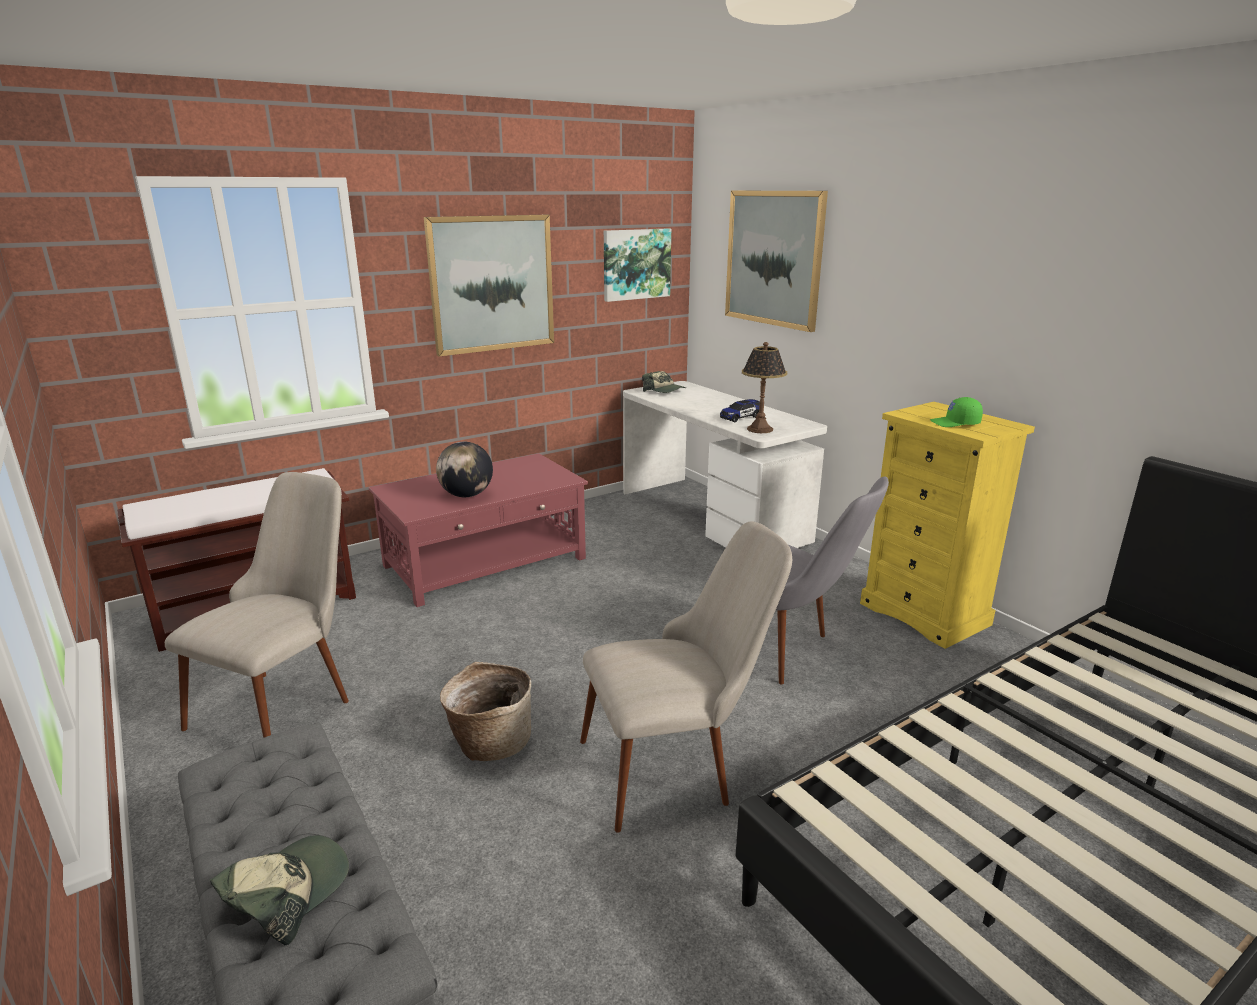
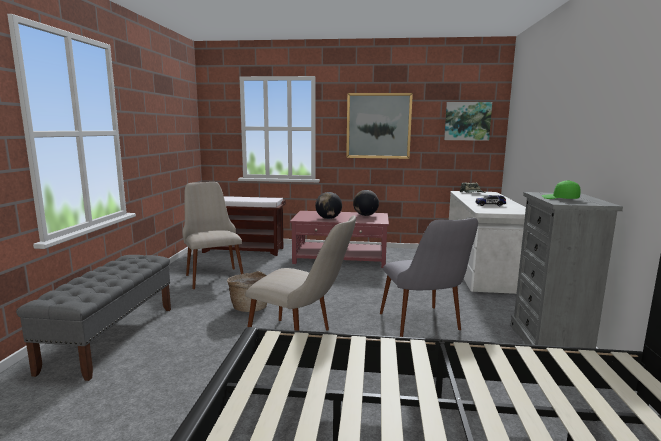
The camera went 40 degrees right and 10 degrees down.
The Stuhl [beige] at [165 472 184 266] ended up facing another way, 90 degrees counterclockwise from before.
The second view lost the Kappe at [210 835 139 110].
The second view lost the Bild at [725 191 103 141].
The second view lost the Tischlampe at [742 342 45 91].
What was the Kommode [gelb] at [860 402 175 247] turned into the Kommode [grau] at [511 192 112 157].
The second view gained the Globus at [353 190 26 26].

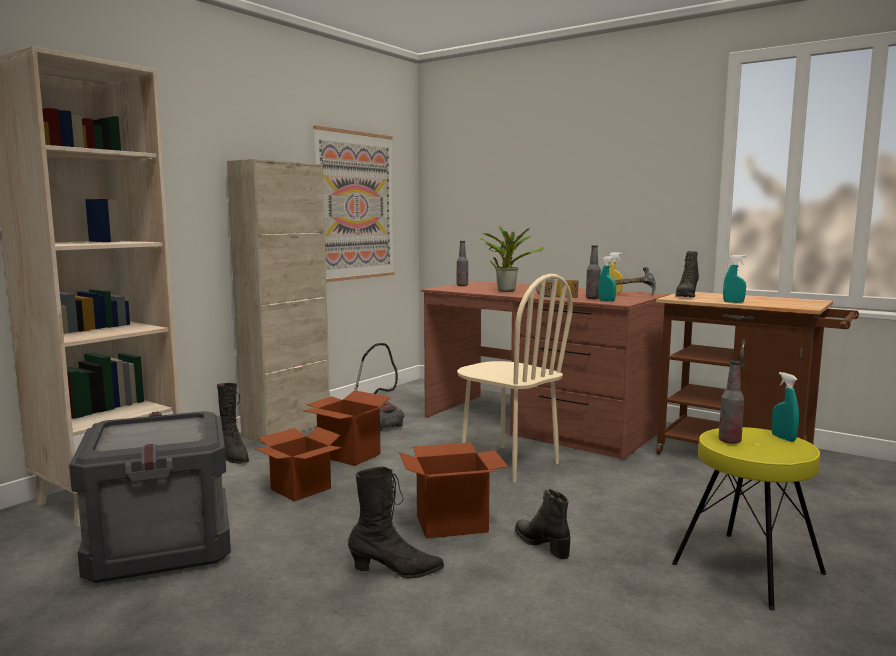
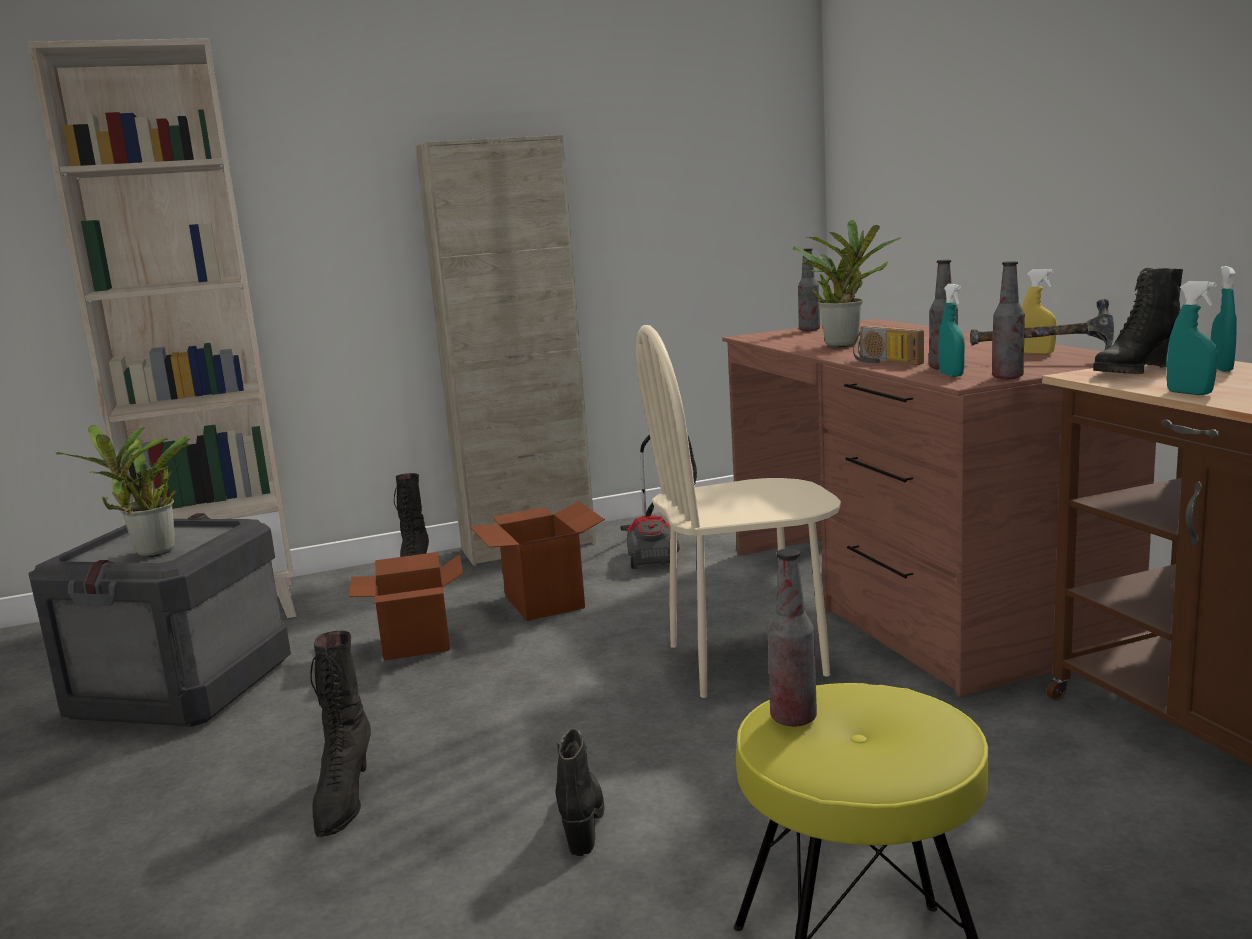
The camera went 35 degrees right and 5 degrees up.
The second view lost the Bild at [313 126 82 156].
The Stiefel [schwarz] at [348 467 96 111] ended up facing another way, 60 degrees clockwise from before.
The second view lost the Karton at [399 442 109 97].
The Stuhl [beige] at [457 274 116 209] ended up facing another way, 90 degrees clockwise from before.
The Sprühflasche [türkis] ended up elsewhere, having gone from [772 372 27 70] to [1211 266 26 106].
The second view gained the Topfpflanze at [56 425 135 132].
The second view gained the Flasche at [992 261 33 118].

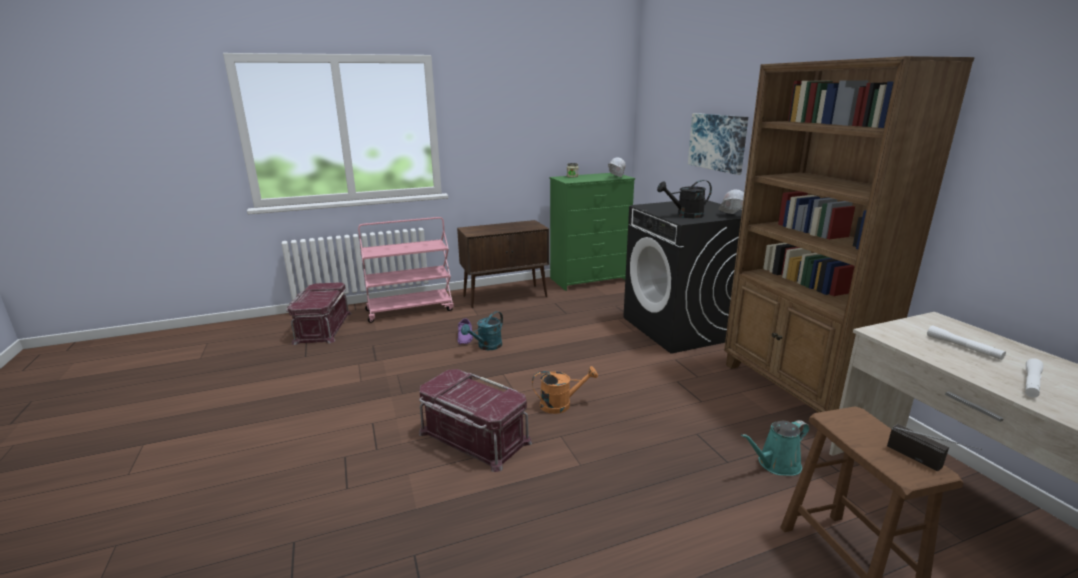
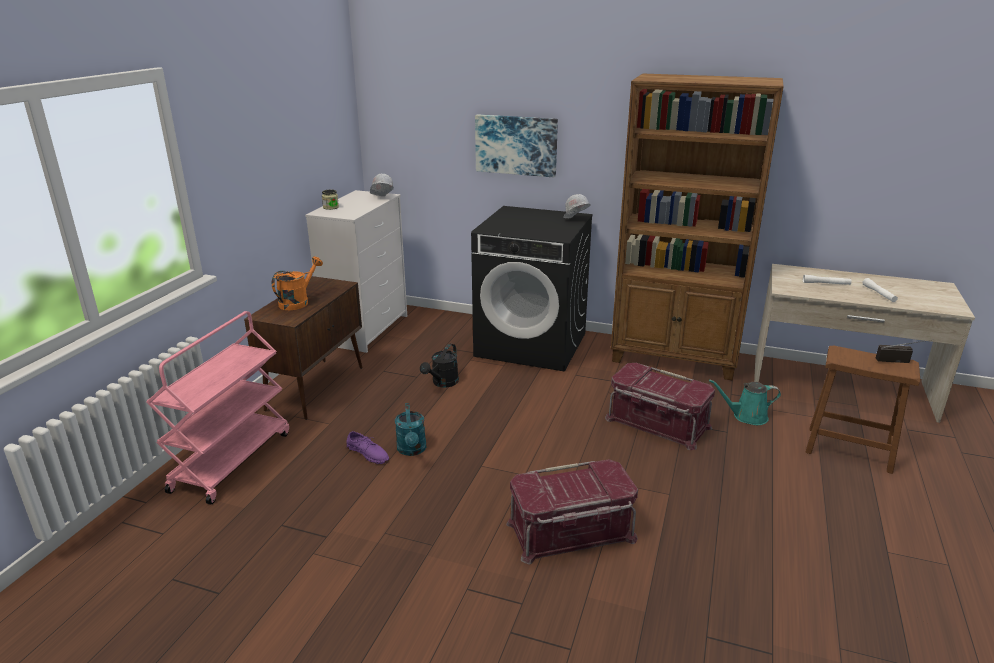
The camera went 50 degrees left and 5 degrees up.
The Aufbewahrungsbox [rot] ended up elsewhere, having gone from [286 282 66 63] to [605 363 110 87].
The Gießkanne [orange] ended up elsewhere, having gone from [532 366 66 48] to [272 256 51 54].
What was the Kommode [grün] at [549 173 86 118] turned into the Kommode [weiß] at [305 190 102 163].
The Gießkanne [schwarz] ended up elsewhere, having gone from [657 180 55 38] to [420 344 39 44].
The Gießkanne [türkis] at [741 420 68 56] ended up facing another way, 75 degrees clockwise from before.

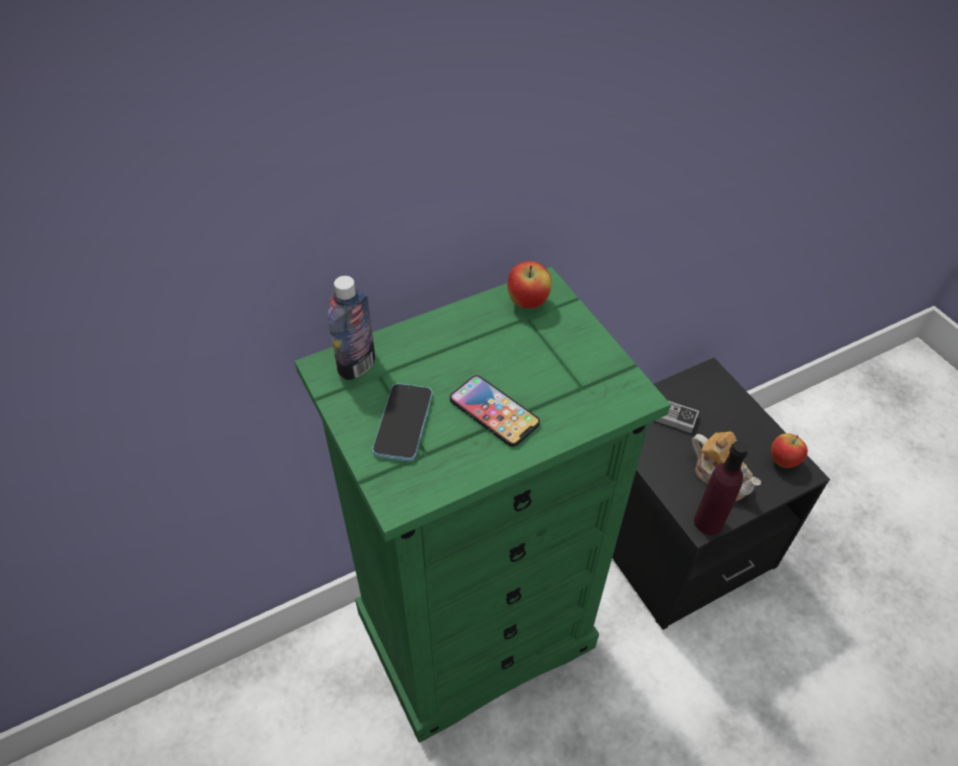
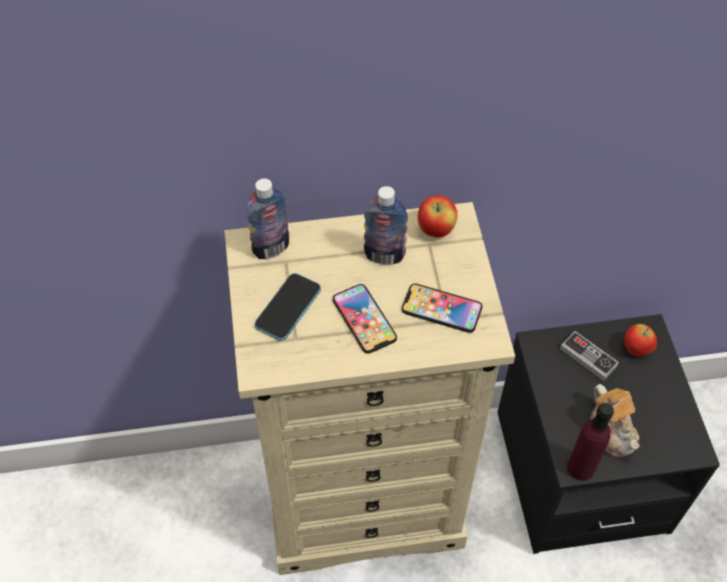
The camera went 20 degrees right and 5 degrees up.
What was the Kommode [grün] at [295 267 376 476] turned into the Kommode [beige] at [225 202 290 373].
The Apfel ended up elsewhere, having gone from [771 433 37 35] to [624 324 33 32].
The second view gained the Flasche at [364 186 44 79].
The second view gained the Handy at [402 283 80 50].

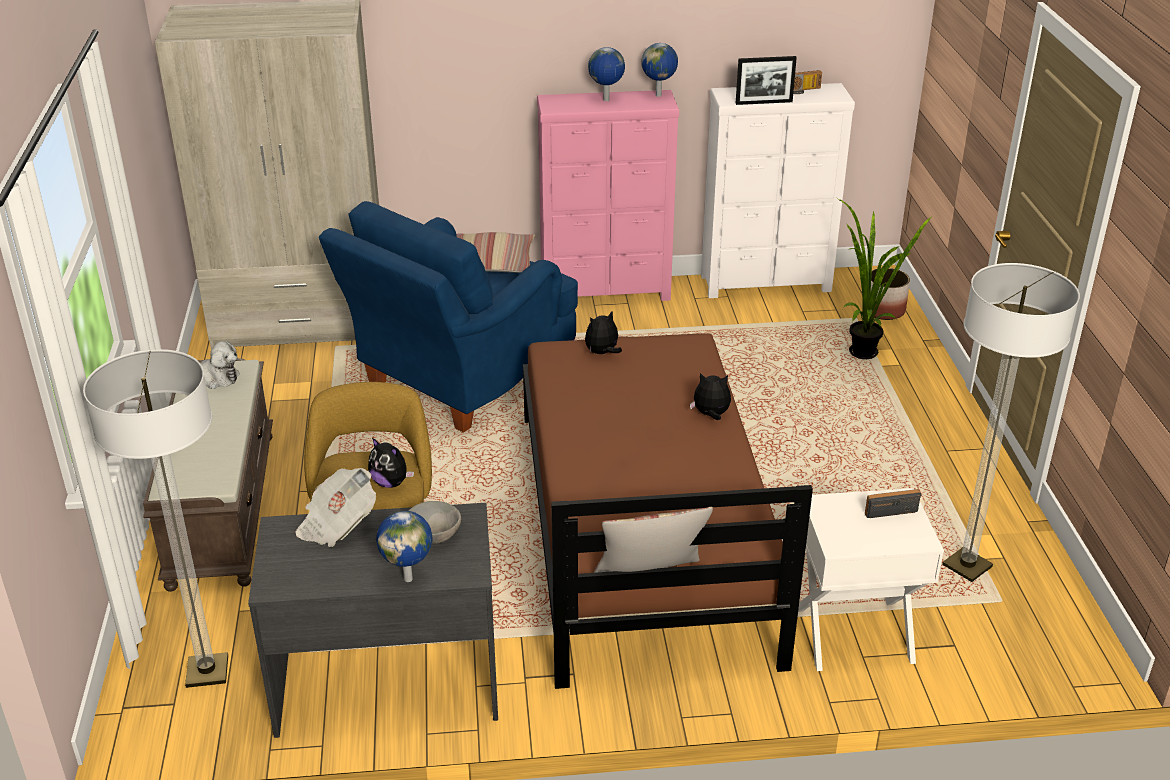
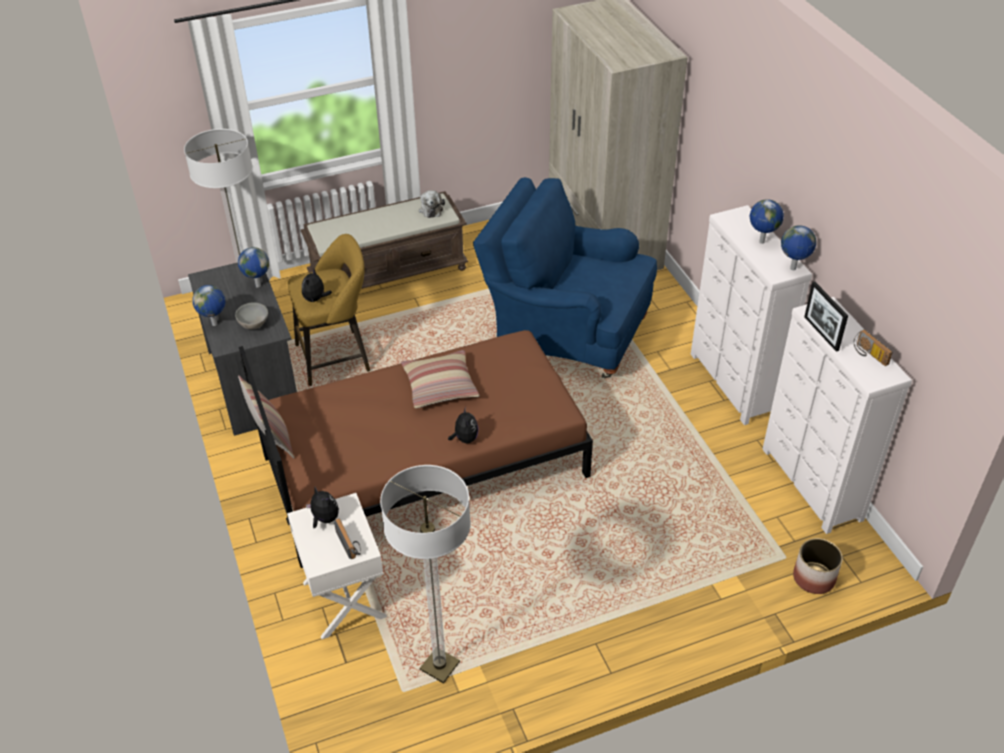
The camera went 75 degrees right and 10 degrees up.
Where the Zeitung stood at [295 468 81 79], the Globus came to stand at [238 247 31 41].
The Kissen ended up elsewhere, having gone from [456 232 79 41] to [401 350 79 58].
What was the Kommode [rosa] at [537 90 142 211] turned into the Kommode [weiß] at [691 205 121 220].
The Plüschtier ended up elsewhere, having gone from [585 312 37 42] to [306 487 33 41].
The second view lost the Topfpflanze at [837 198 95 161].

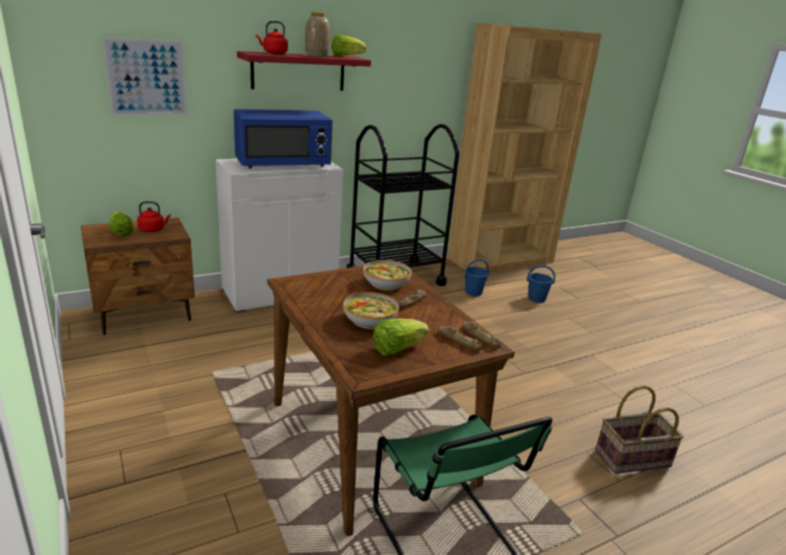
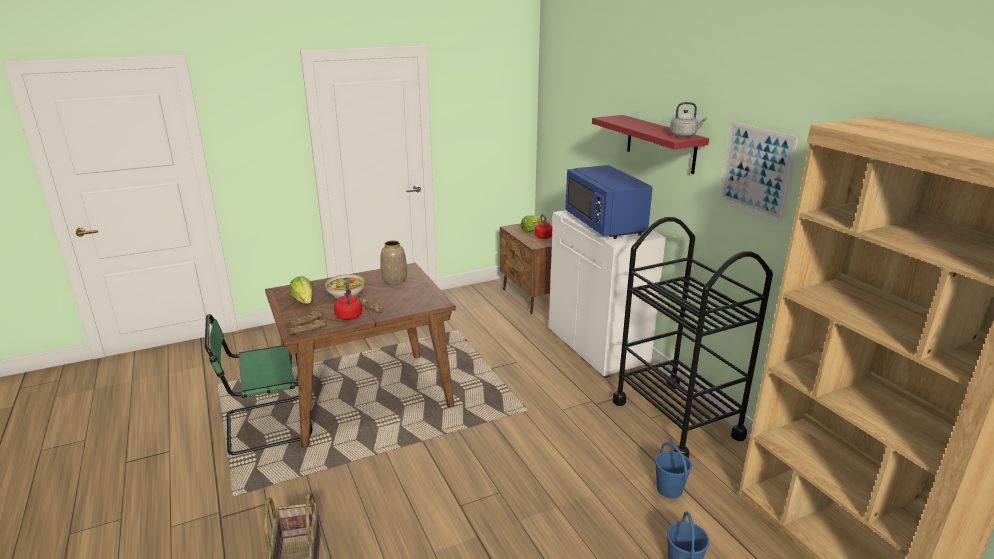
The camera went 95 degrees right and 0 degrees up.
The Bild ended up elsewhere, having gone from [102 37 86 78] to [720 122 78 100].
The Wasserkessel [rot] ended up elsewhere, having gone from [256 21 32 33] to [334 284 28 36].
The Vase ended up elsewhere, having gone from [305 12 25 45] to [380 241 27 44].
Where the Salatkopf stood at [332 34 34 22], the Wasserkessel [grau] came to stand at [670 102 37 35].
The second view lost the Schüssel at [363 260 49 30].

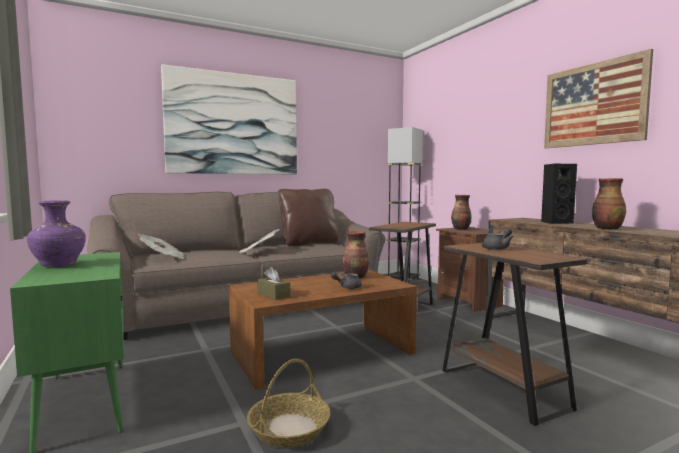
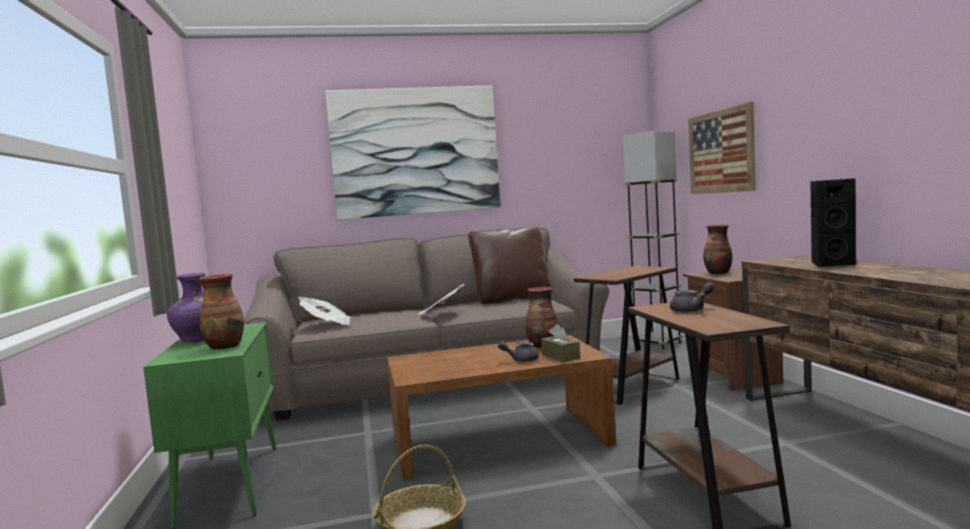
The camera went 15 degrees right and 0 degrees up.
The Taschentuchbox [braun] ended up elsewhere, having gone from [257 267 33 33] to [541 324 39 38].
The Bild ended up elsewhere, having gone from [544 49 109 99] to [688 102 68 92].
The Vase ended up elsewhere, having gone from [592 178 34 52] to [199 274 45 76].

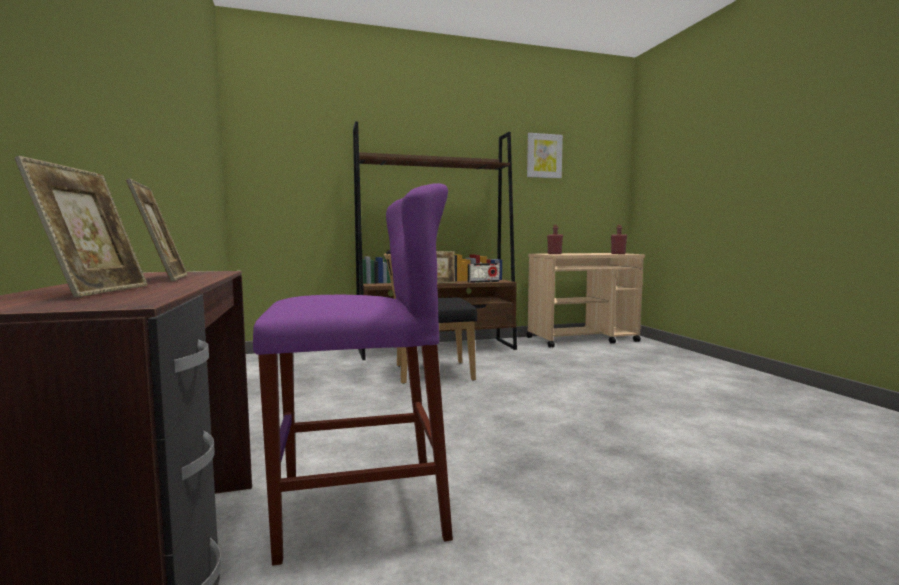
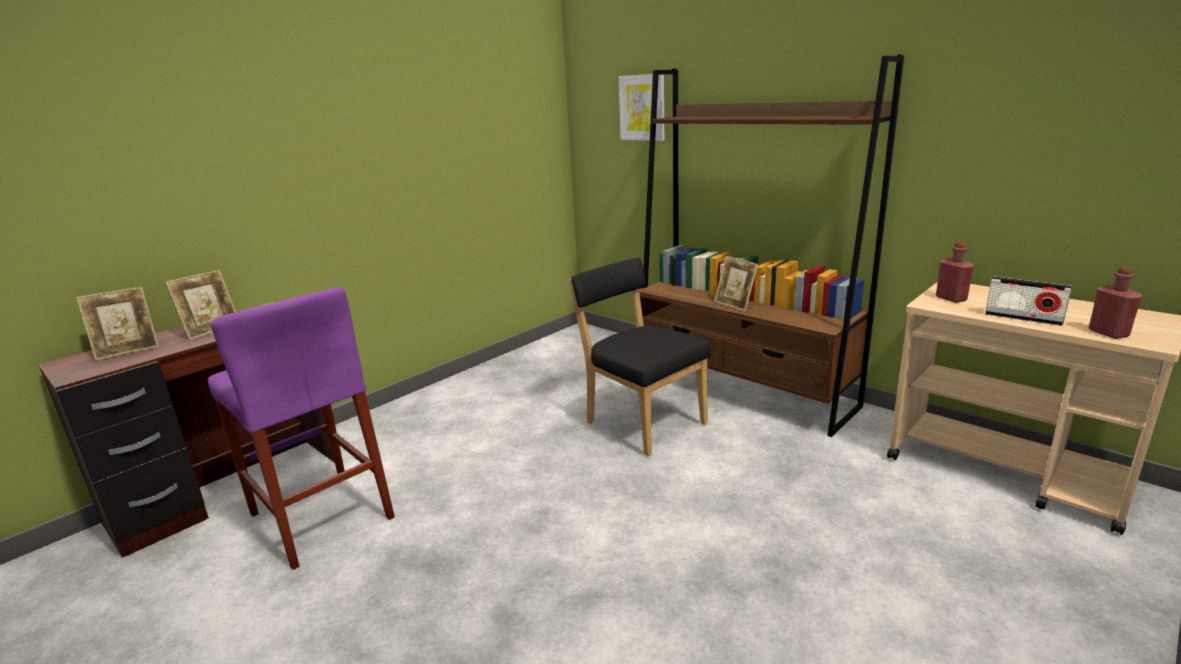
The camera went 60 degrees right and 15 degrees up.
The Radio ended up elsewhere, having gone from [468 263 32 20] to [985 277 87 49].
The Bild ended up elsewhere, having gone from [527 133 36 45] to [619 74 45 67].

